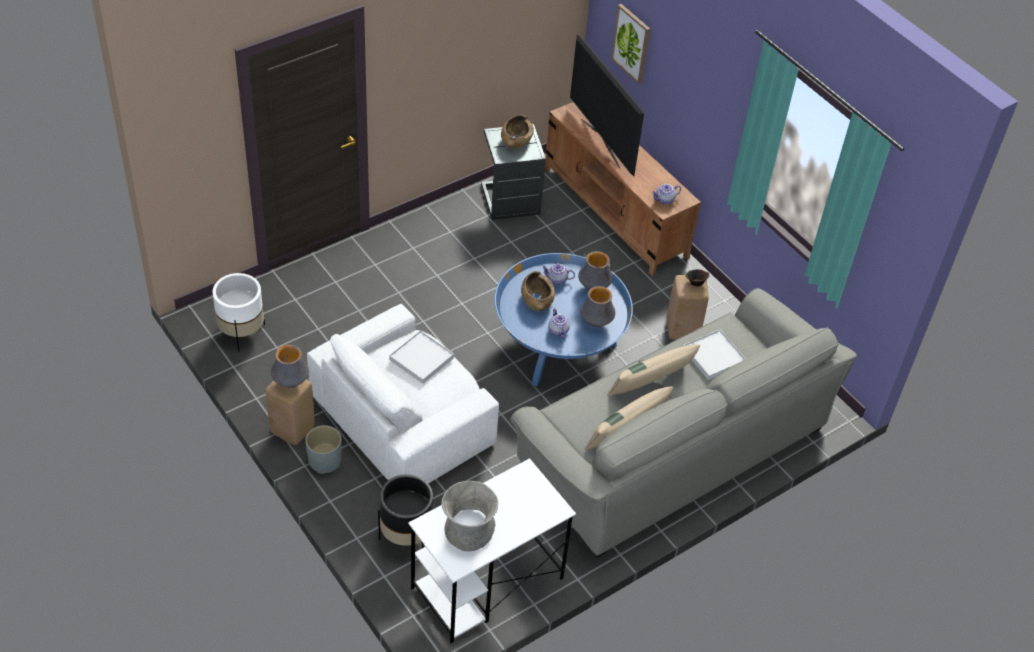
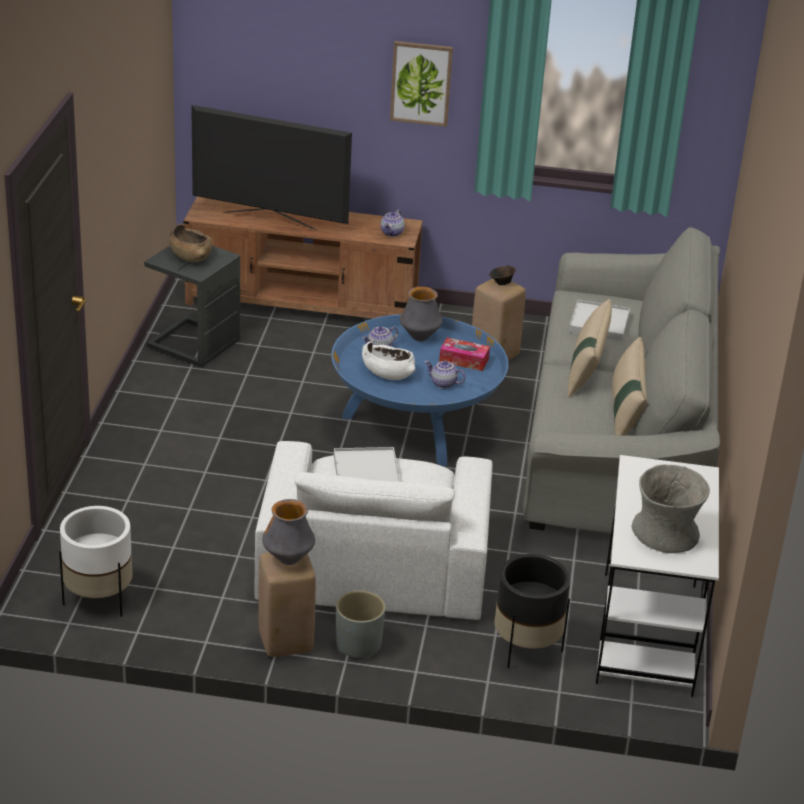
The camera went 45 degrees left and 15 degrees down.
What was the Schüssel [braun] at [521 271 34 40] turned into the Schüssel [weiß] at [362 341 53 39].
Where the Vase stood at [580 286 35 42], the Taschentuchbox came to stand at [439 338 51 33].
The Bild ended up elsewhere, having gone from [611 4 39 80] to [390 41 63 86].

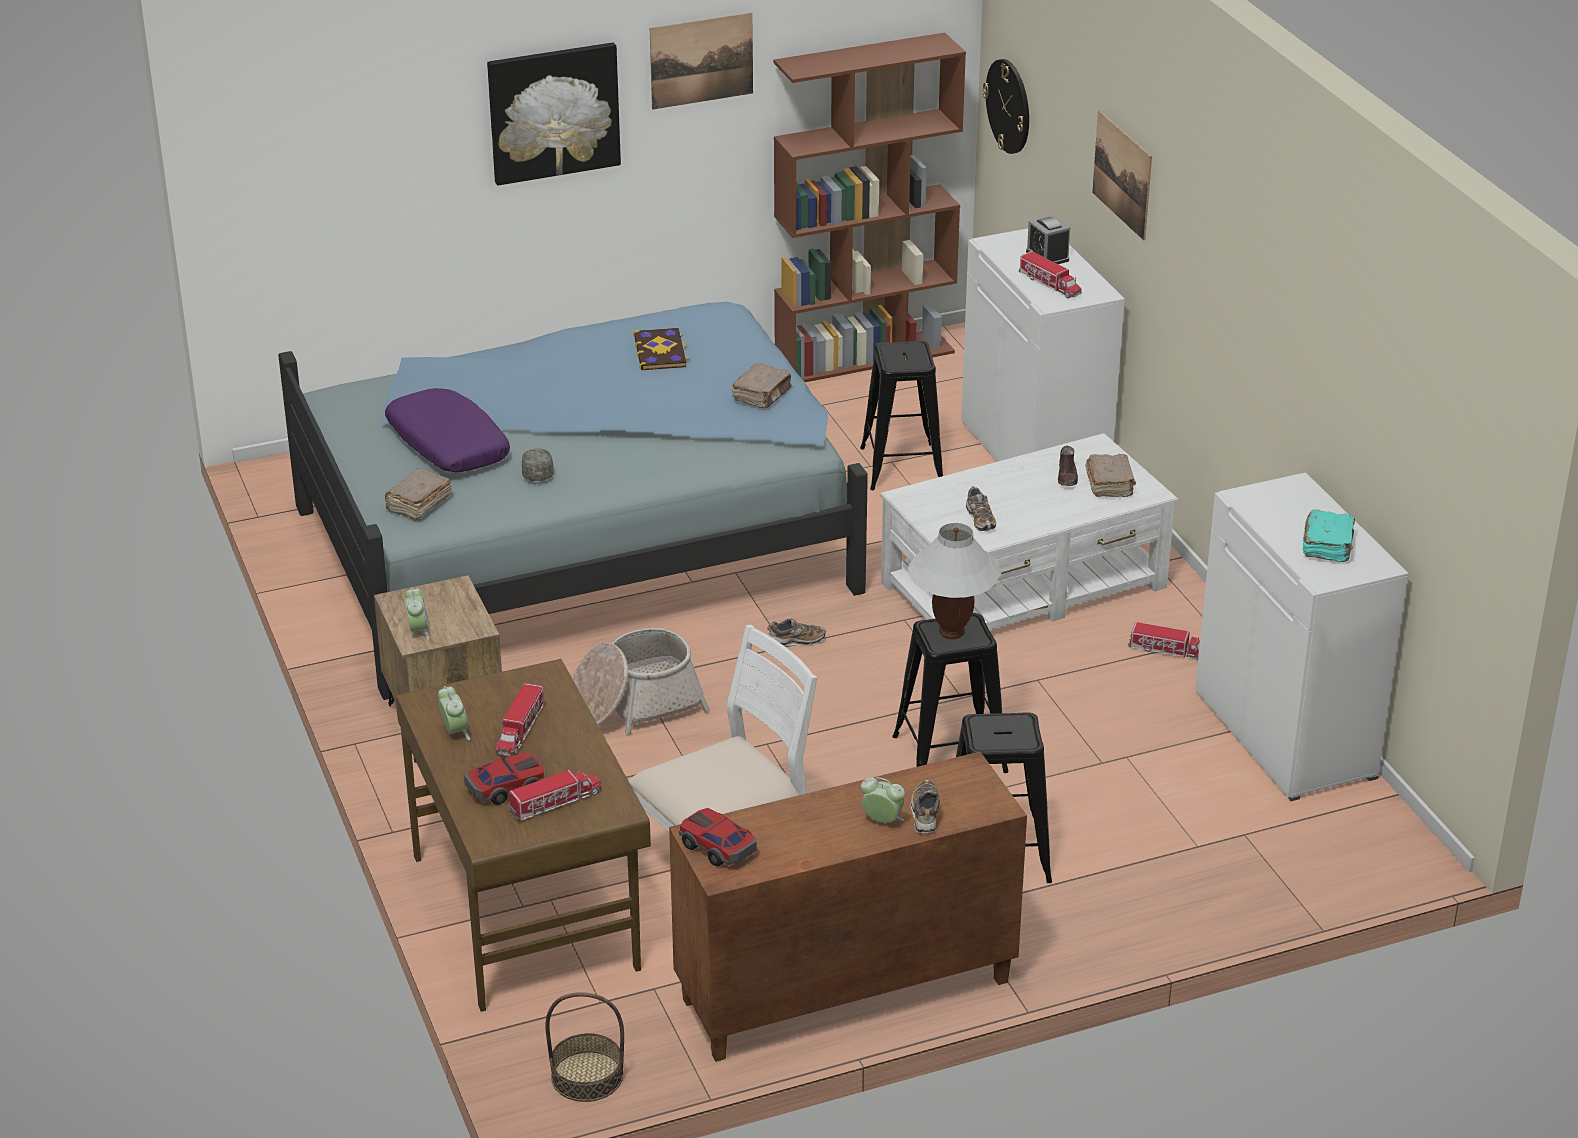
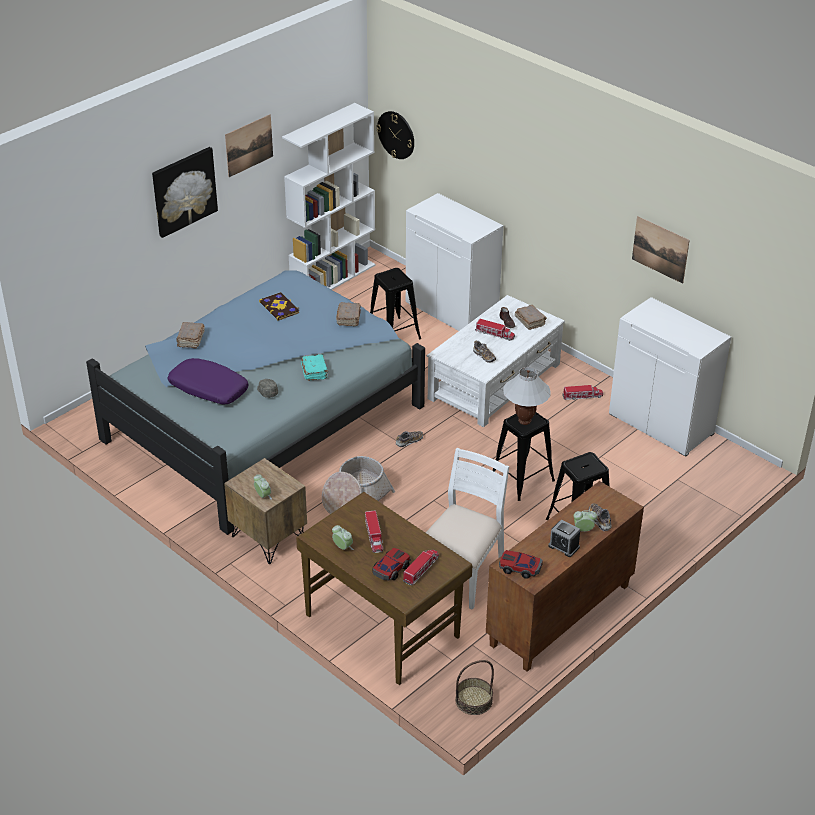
The camera went 25 degrees left and 5 degrees up.
The Buch [braun] ended up elsewhere, having gone from [385 469 67 52] to [177 322 28 26].
What was the Bücherregal [braun] at [774 33 192 349] turned into the Bücherregal [weiß] at [282 103 94 187].
The Spielzeuglaster ended up elsewhere, having gone from [1019 251 63 48] to [475 319 40 22].
The Wecker ended up elsewhere, having gone from [1026 215 44 49] to [548 520 32 37].
The Bild ended up elsewhere, having gone from [1092 110 60 130] to [632 216 58 68].
The Buch [türkis] ended up elsewhere, having gone from [1303 509 52 53] to [301 354 27 27].

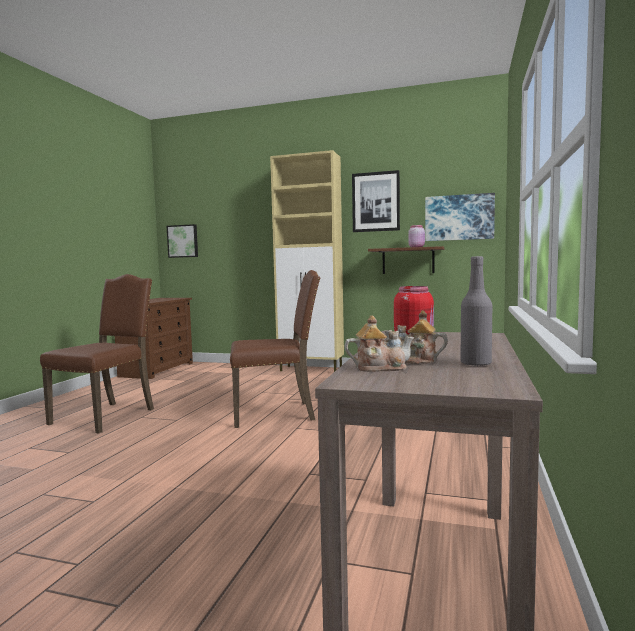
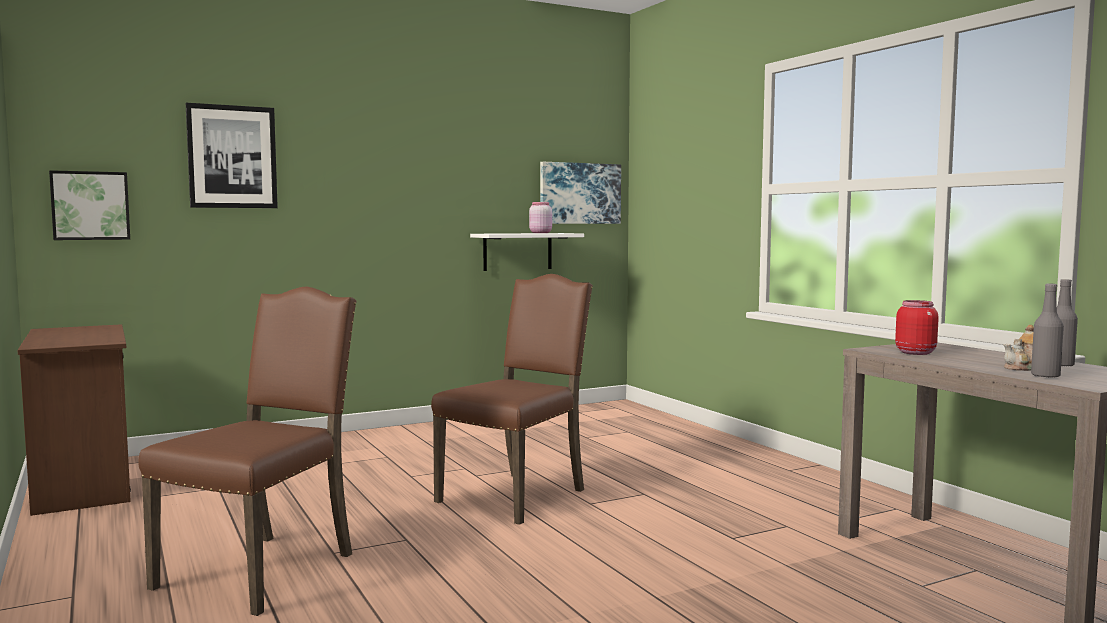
The camera went 45 degrees left and 0 degrees up.
The Stuhl [braun] at [40 274 114 160] ended up facing another way, 45 degrees clockwise from before.
The second view lost the Schrank [beige] at [270 150 74 222].
Where the Teekanne stood at [345 315 70 57], the Flasche [grau] came to stand at [1031 284 33 94].
The Bild ended up elsewhere, having gone from [352 170 48 62] to [186 103 92 105].
What was the Wandregal [braun] at [368 246 76 28] turned into the Wandregal [weiß] at [470 233 114 38].

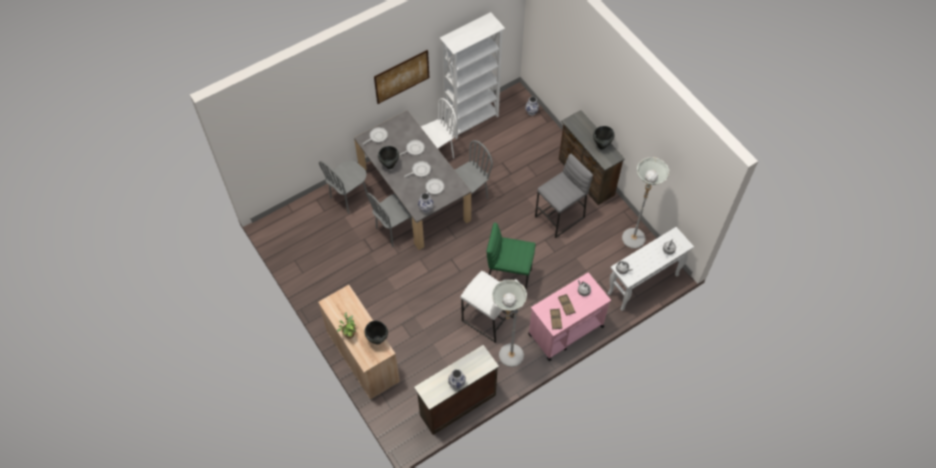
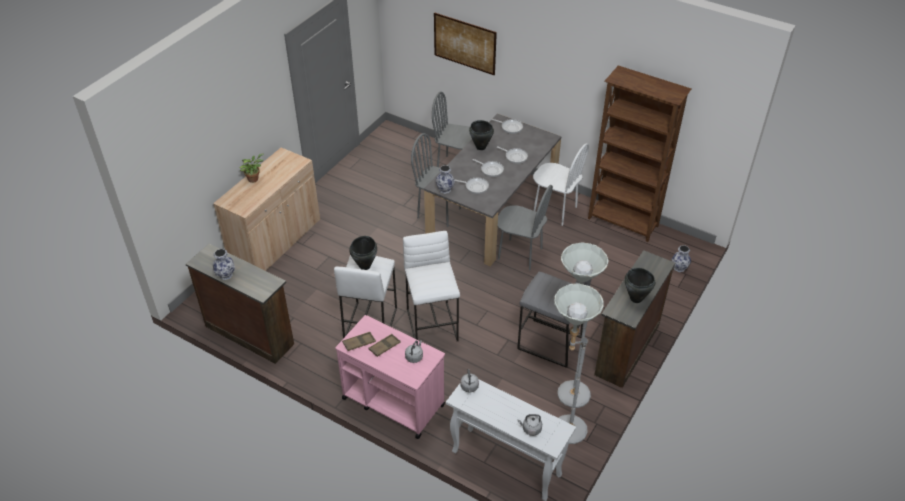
The camera went 65 degrees right and 15 degrees down.
The Kochtopf [schwarz] ended up elsewhere, having gone from [365 321 23 24] to [349 236 28 34].
The Bild ended up elsewhere, having gone from [374 50 55 54] to [434 12 63 63].
What was the Bücherregal [weiß] at [440 12 65 127] turned into the Bücherregal [braun] at [588 65 103 177].
What was the Hocker [grün] at [486 223 50 67] turned into the Hocker [weiß] at [403 231 57 110].
The Stehlampe [grau] ended up elsewhere, having gone from [492 280 35 87] to [558 242 51 166].

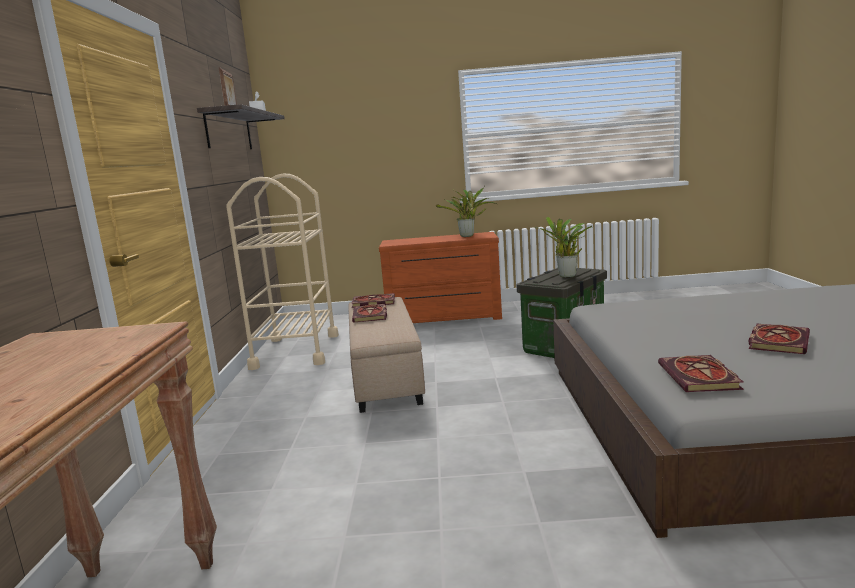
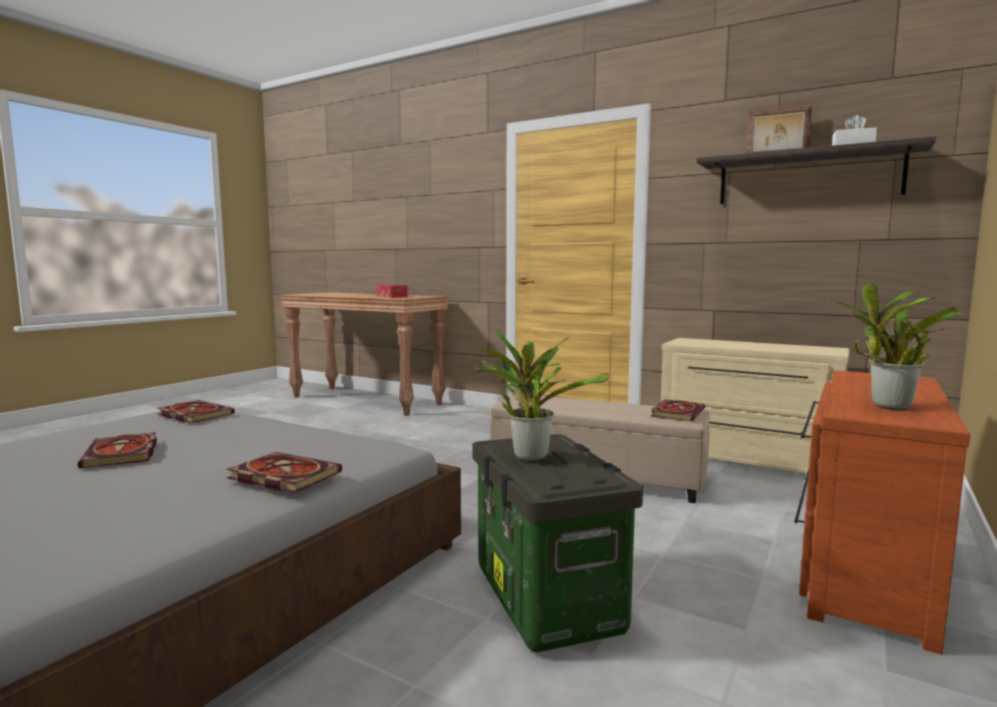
The camera went 120 degrees right and 5 degrees down.
Where the Rollwagen [beige] stood at [226 173 113 197], the Kommode [beige] came to stand at [661 338 189 136].
The Buch ended up elsewhere, having gone from [352 304 35 19] to [226 452 116 41].
The second view gained the Taschentuchbox at [376 285 32 13].

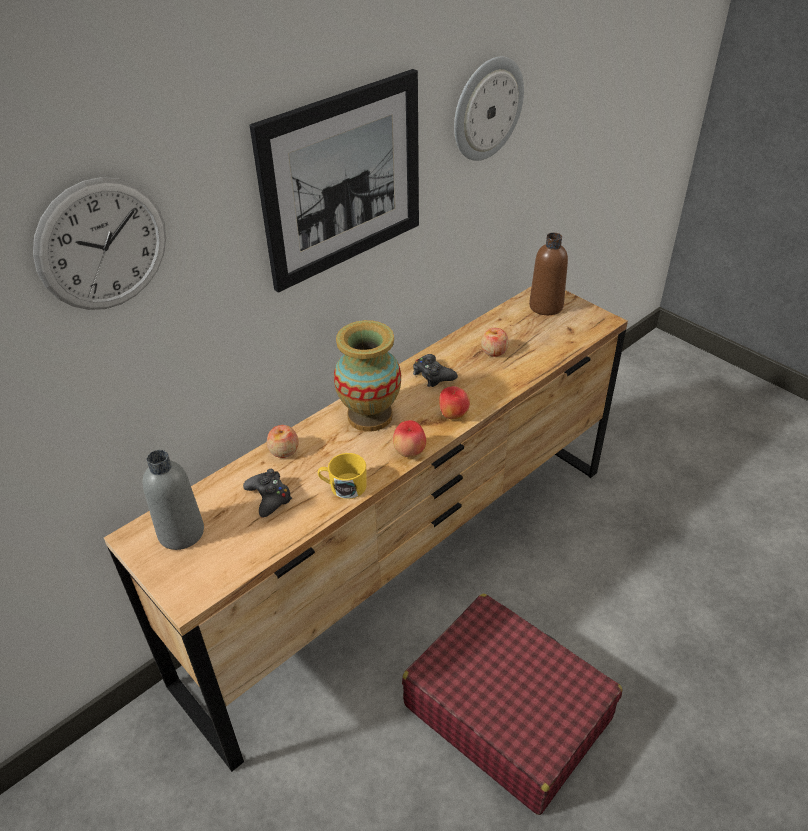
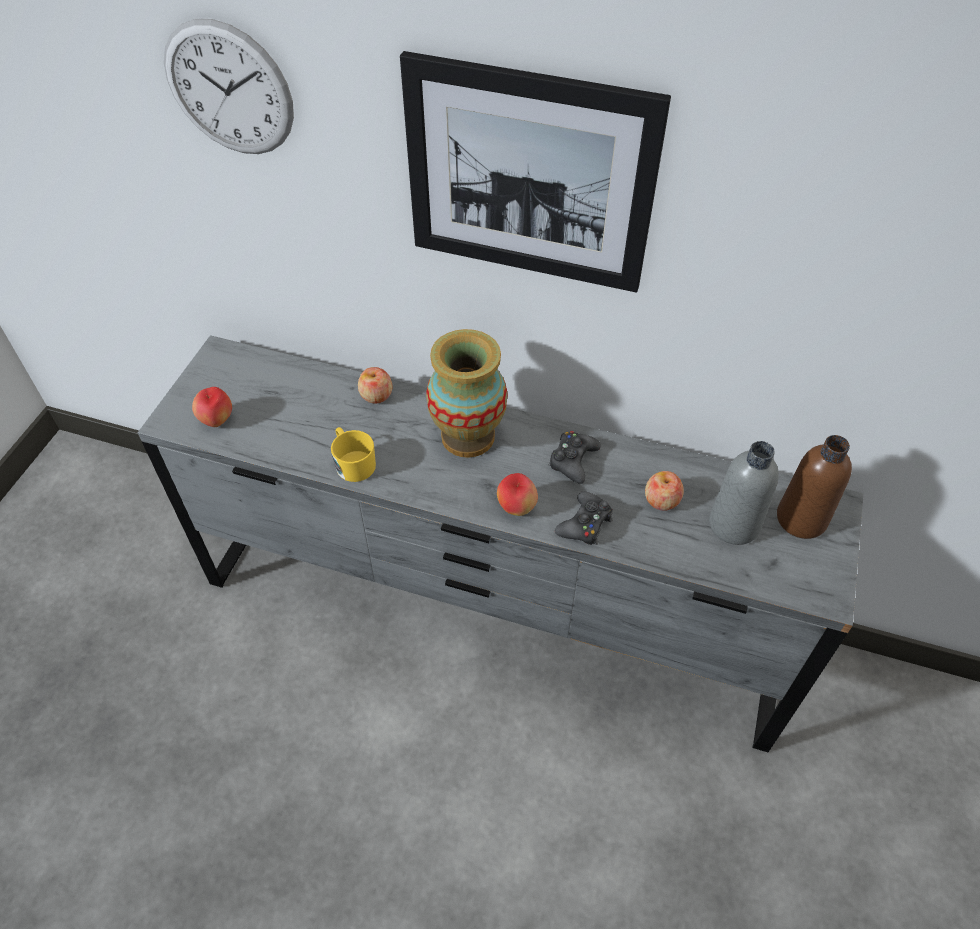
The camera went 60 degrees right and 10 degrees up.
What was the Kommode [braun] at [104 286 524 486] turned into the Kommode [grau] at [138 335 726 417].
The Flasche [grau] ended up elsewhere, having gone from [143 450 61 100] to [709 441 70 104].
The Gamepad [schwarz] ended up elsewhere, having gone from [243 469 49 48] to [555 491 58 54].
The Apfel ended up elsewhere, having gone from [393 420 33 37] to [192 387 40 40].
The second view lost the Koffer [rot] at [402 594 220 221].
The second view lost the Wanduhr at [454 56 70 105].

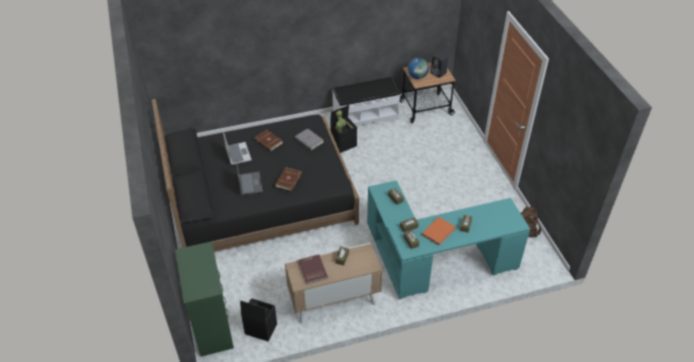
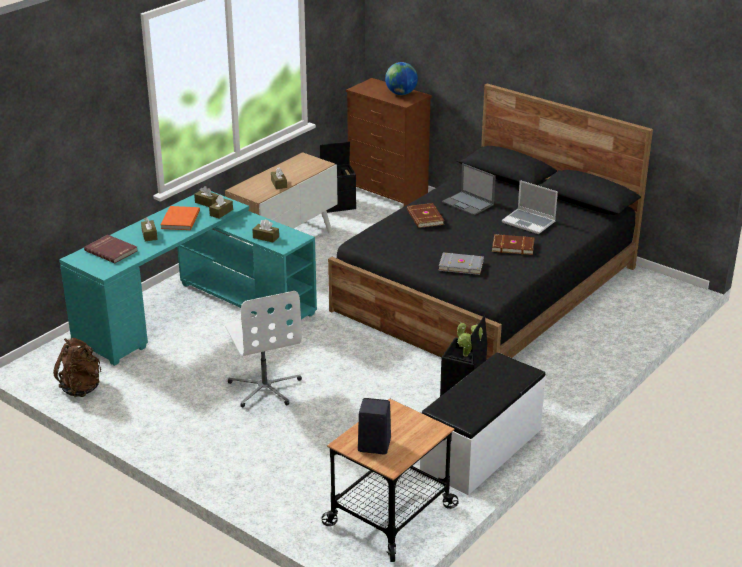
The camera went 145 degrees right and 15 degrees down.
What was the Kommode [grün] at [175 241 59 116] turned into the Kommode [braun] at [346 78 86 129].
The Buch [rot] ended up elsewhere, having gone from [298 254 30 31] to [84 235 53 28].
The Globus ended up elsewhere, having gone from [408 58 21 21] to [385 62 33 33].
The second view gained the Bürostuhl [weiß] at [225 291 77 116].

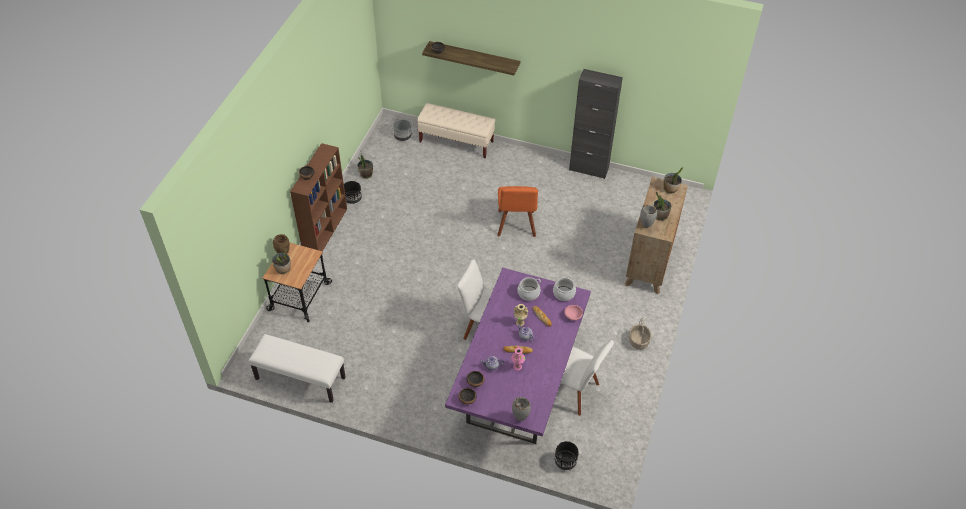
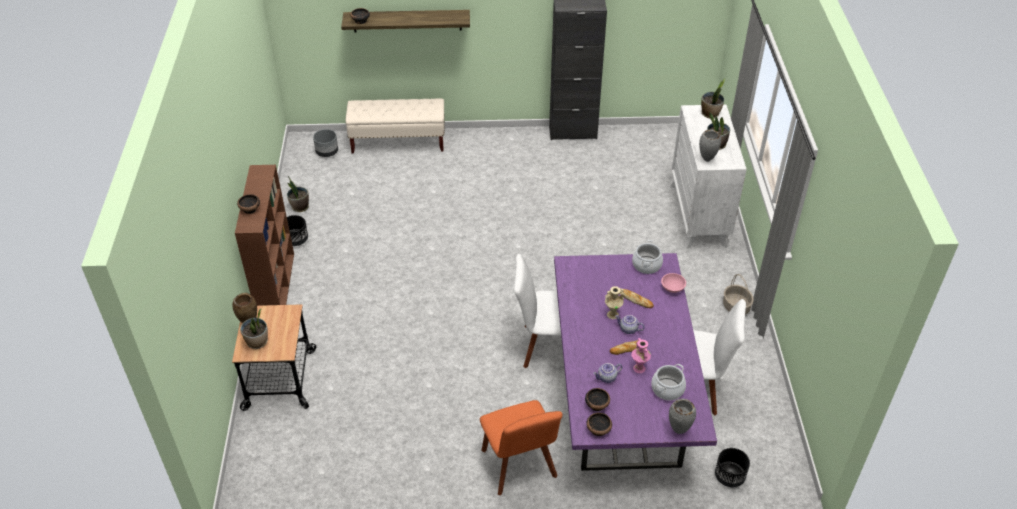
The camera went 20 degrees left and 5 degrees down.
The second view lost the Bank [weiß] at [248 334 97 69].
The Stuhl [orange] ended up elsewhere, having gone from [497 186 41 51] to [480 400 83 96].
The Kochtopf ended up elsewhere, having gone from [518 277 23 24] to [651 364 35 37].
What was the Kommode [braun] at [625 177 63 118] turned into the Kommode [weiß] at [670 104 77 145].

